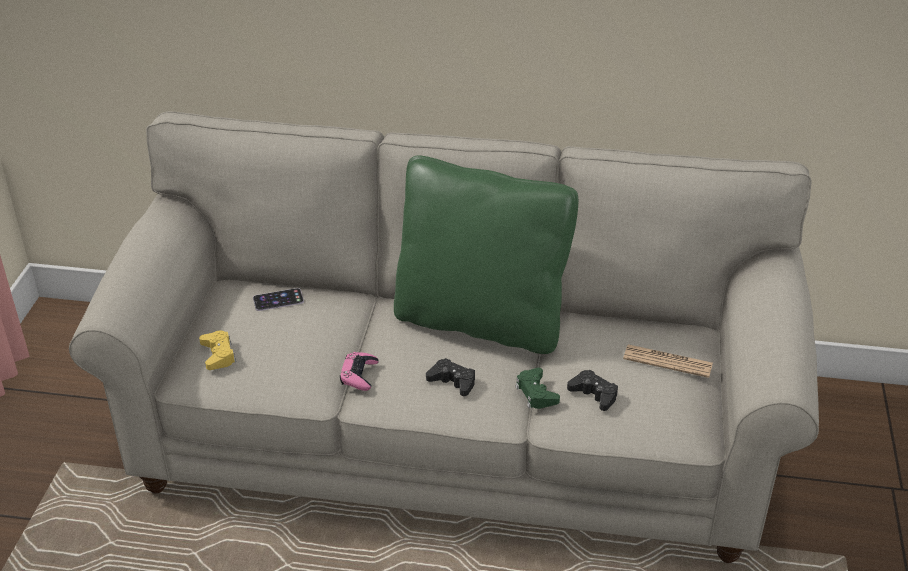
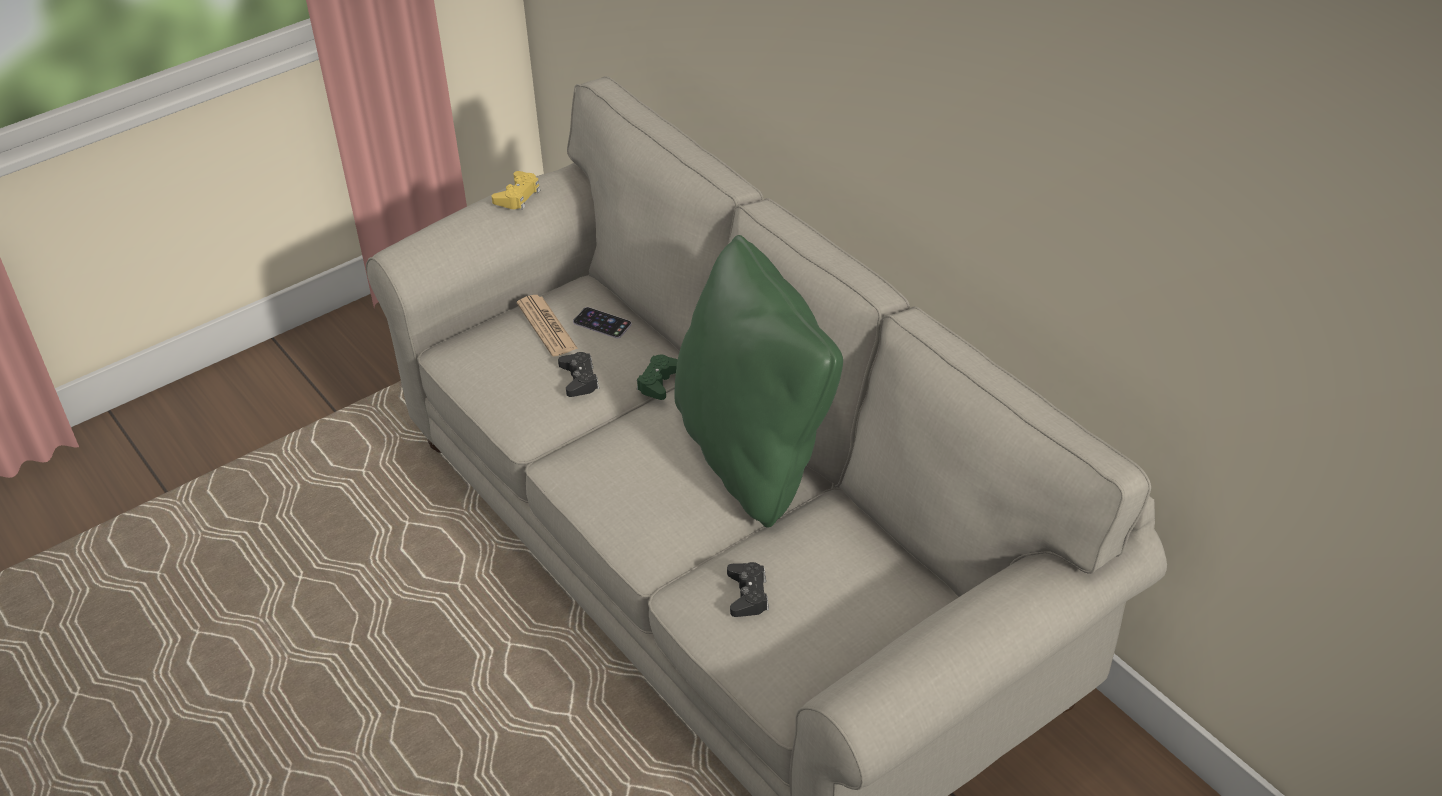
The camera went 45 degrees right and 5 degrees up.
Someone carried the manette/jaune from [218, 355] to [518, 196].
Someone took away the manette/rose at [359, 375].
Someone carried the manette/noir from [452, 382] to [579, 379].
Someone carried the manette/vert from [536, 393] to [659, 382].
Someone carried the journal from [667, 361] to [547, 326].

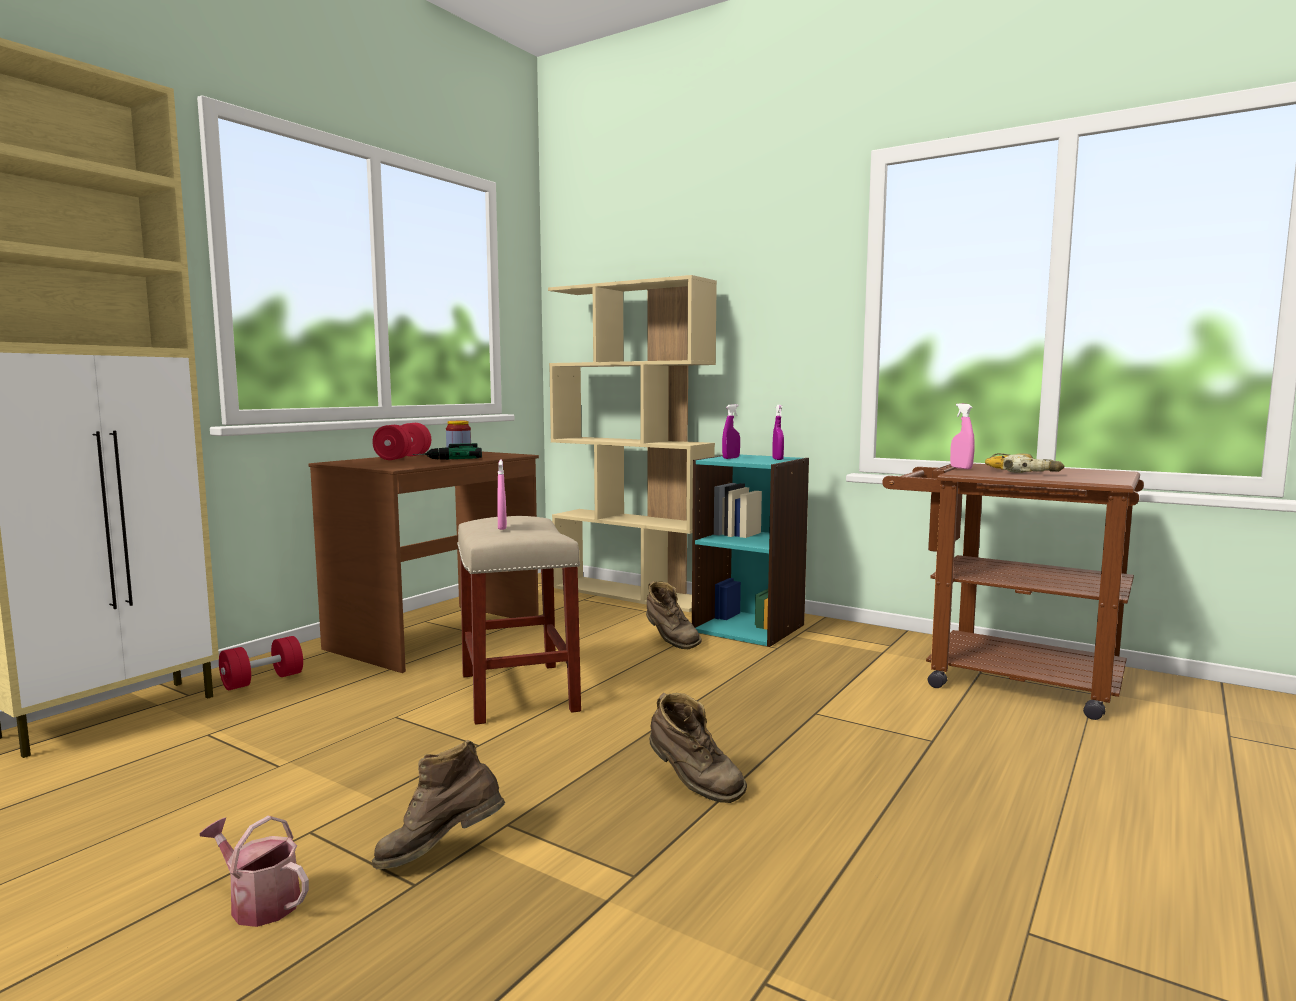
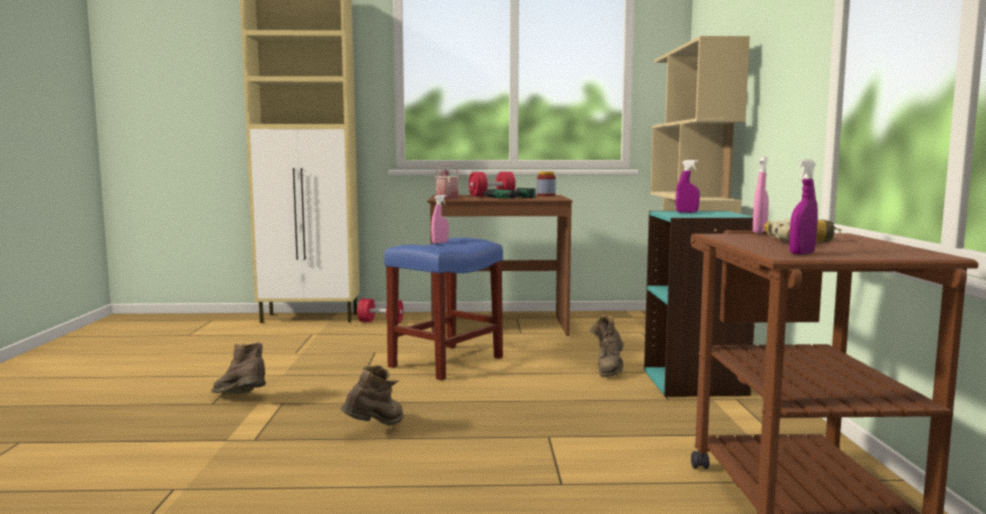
The camera went 55 degrees right and 0 degrees up.
Someone carried the arrosoir from [259, 903] to [446, 198].
Someone repainted the tabouret/beige at [519, 693], which became the tabouret/bleu at [445, 362].
Someone rotated the botte/marron at [693, 785] by 150 degrees counterclockwise.
Someone carried the vaporisateur/violet from [777, 459] to [802, 253].

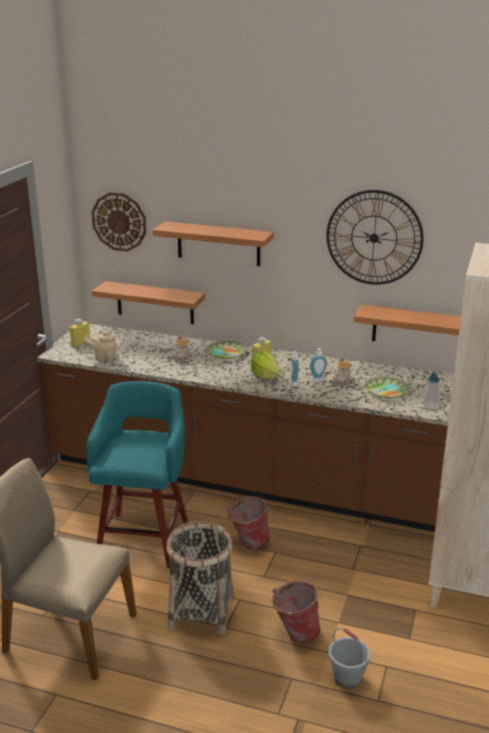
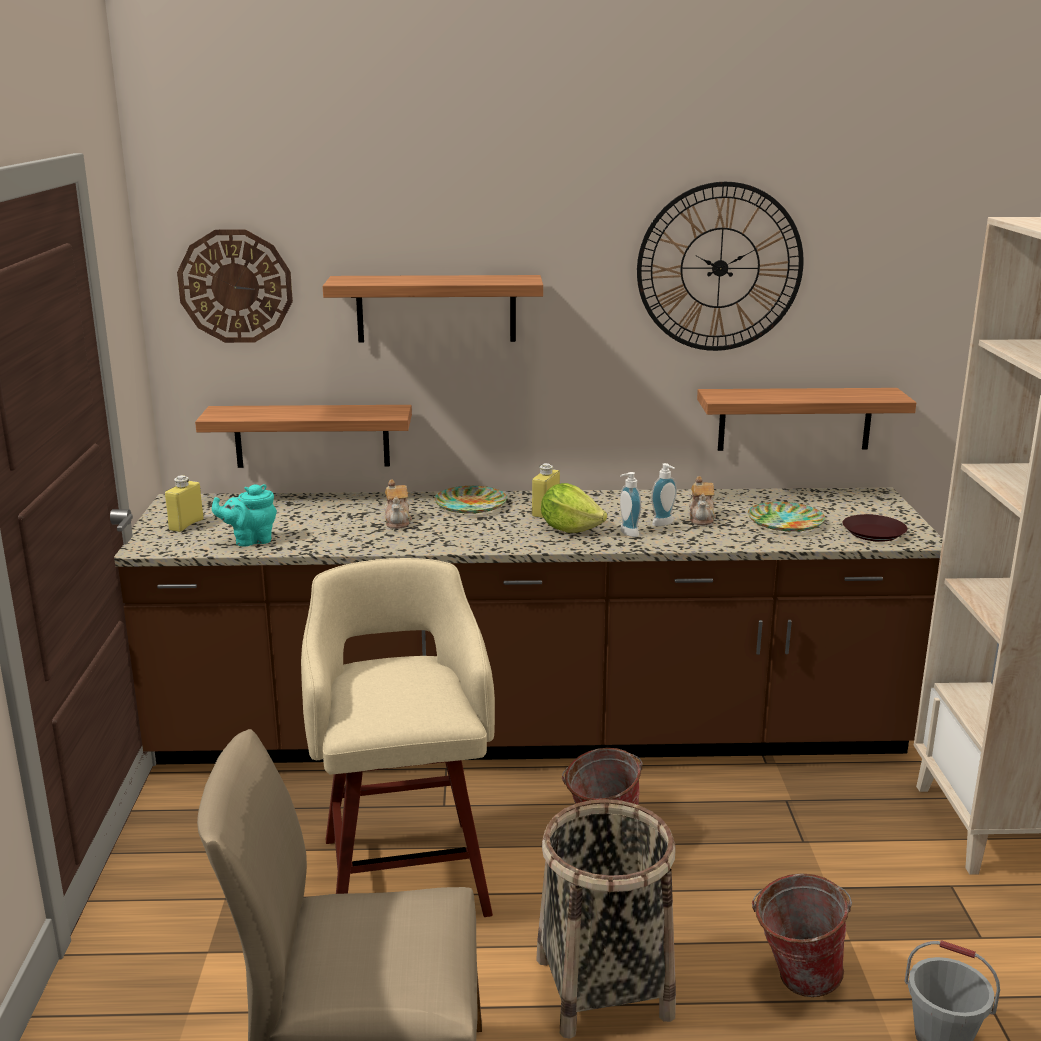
The camera went 20 degrees left and 5 degrees down.
Someone repainted the théière/beige at [103, 357], which became the théière/turquoise at [250, 540].
Someone repainted the tabouret/turquoise at [144, 537], which became the tabouret/beige at [405, 871].
Someone swapped the distributeur de savon at [430, 406] for the assiette/marron at [873, 533].

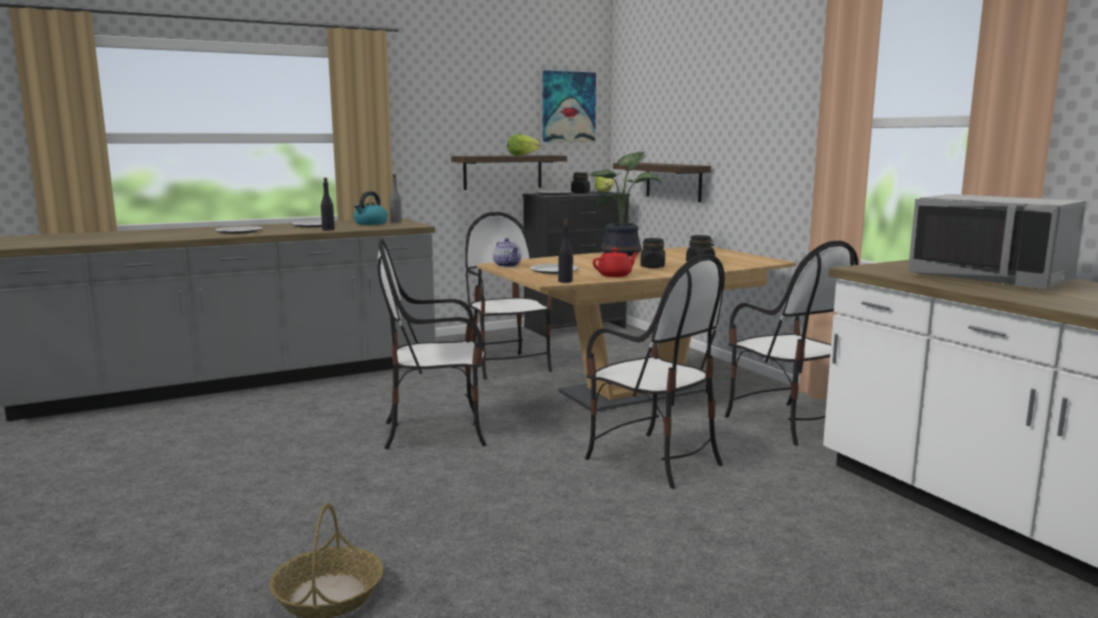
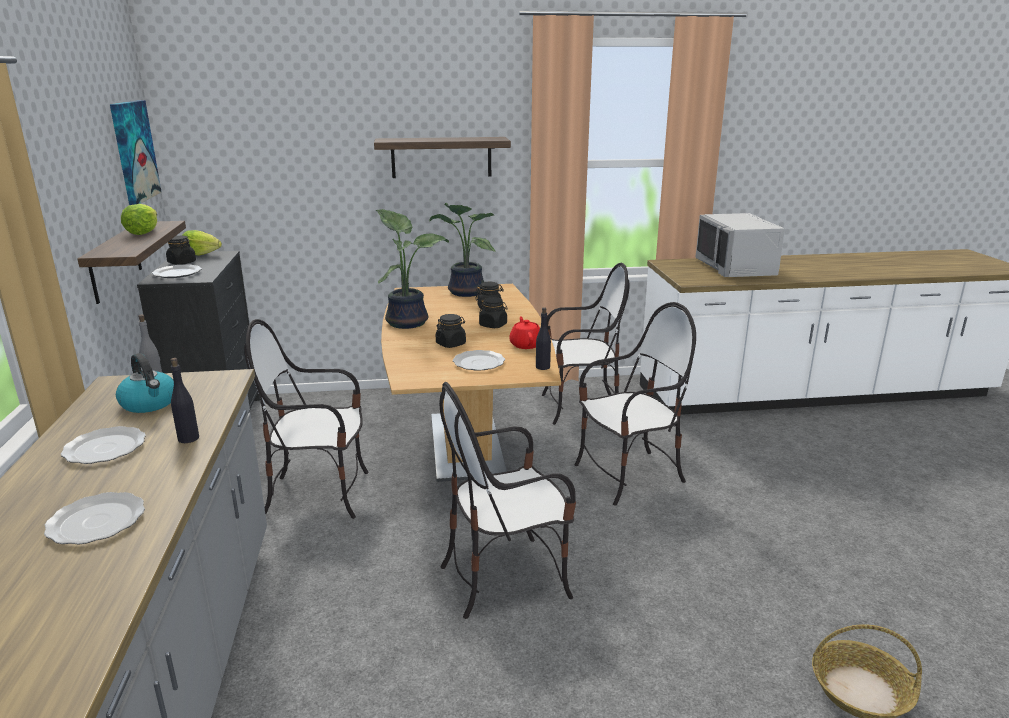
The camera went 70 degrees left and 10 degrees up.
Someone rotated the chaise at [436, 432] by 60 degrees clockwise.
Someone took away the théière at [507, 265].
Someone carried the étagère from [673, 181] to [441, 157].
Someone rotated the micro-ondes/gris at [991, 278] by 105 degrees clockwise.
Someone put down the plante en pot at [464, 292].
Someone put down the bocal/noir at [451, 344].

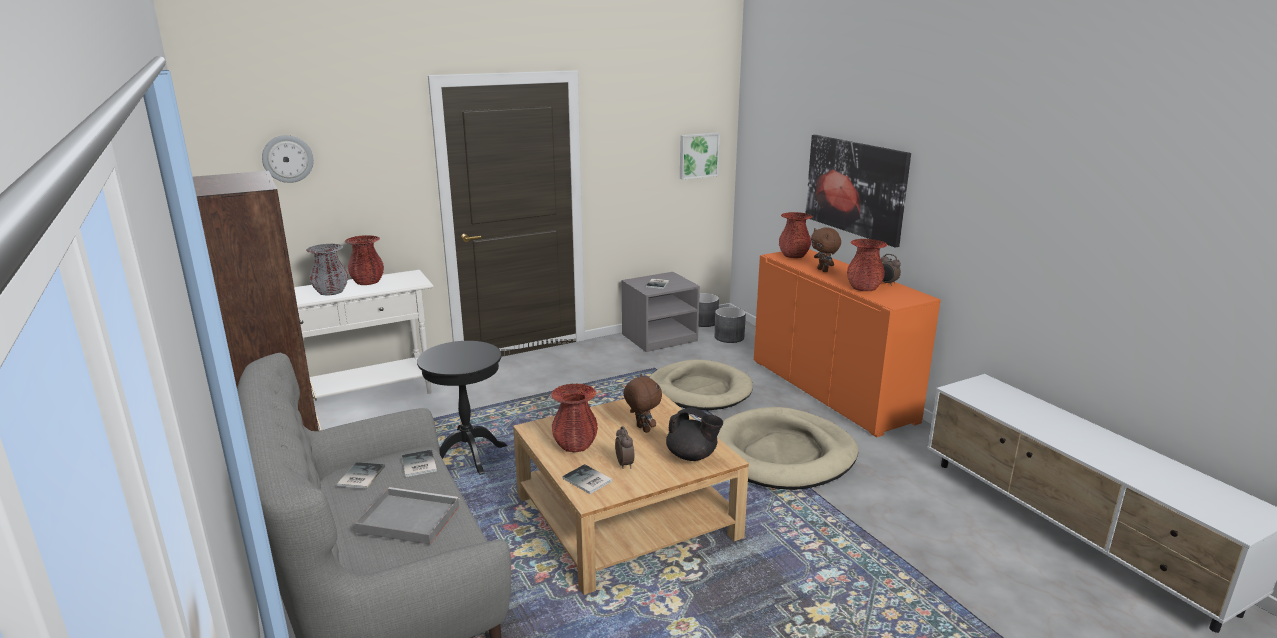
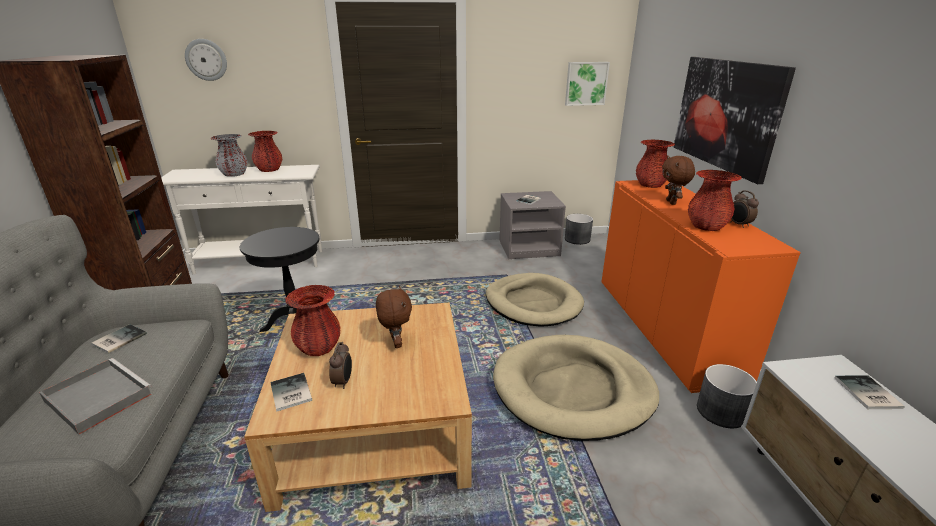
The camera went 20 degrees right and 5 degrees up.
Someone carried the livre from [418, 465] to [867, 394].
Someone took away the théière/noir at [692, 456].
Someone carried the cache-pot/gris from [729, 337] to [720, 411].

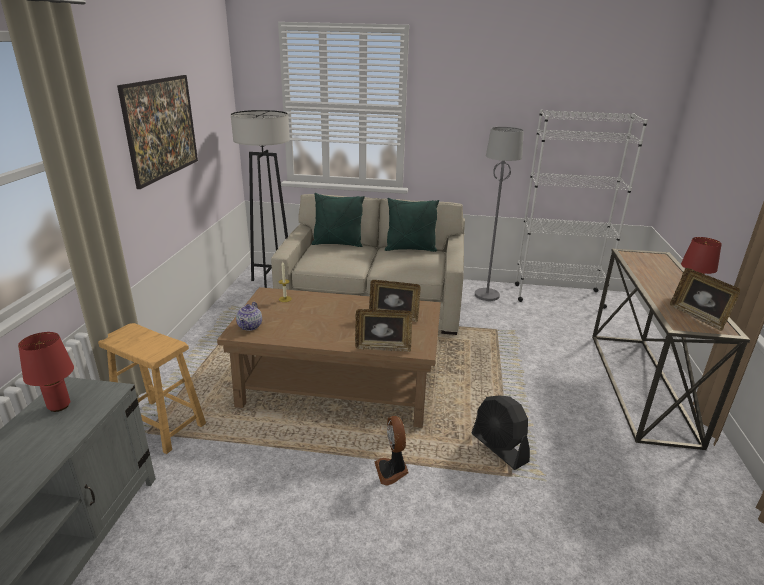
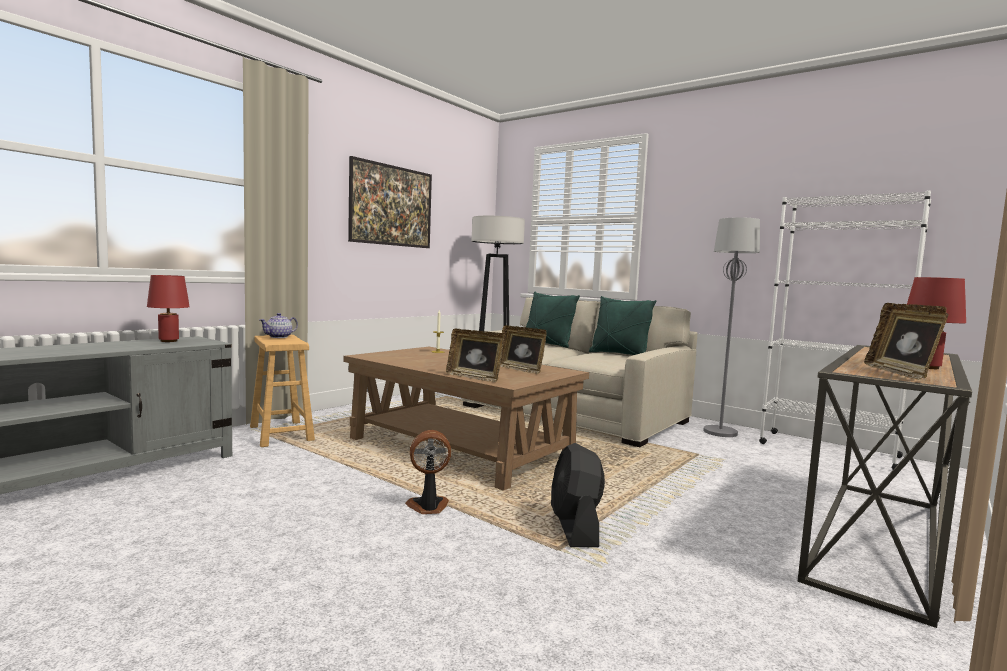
The camera went 30 degrees right and 20 degrees down.
Someone carried the théière from [250, 326] to [279, 337].
Someone rotated the ventilateur at [392, 470] by 60 degrees clockwise.

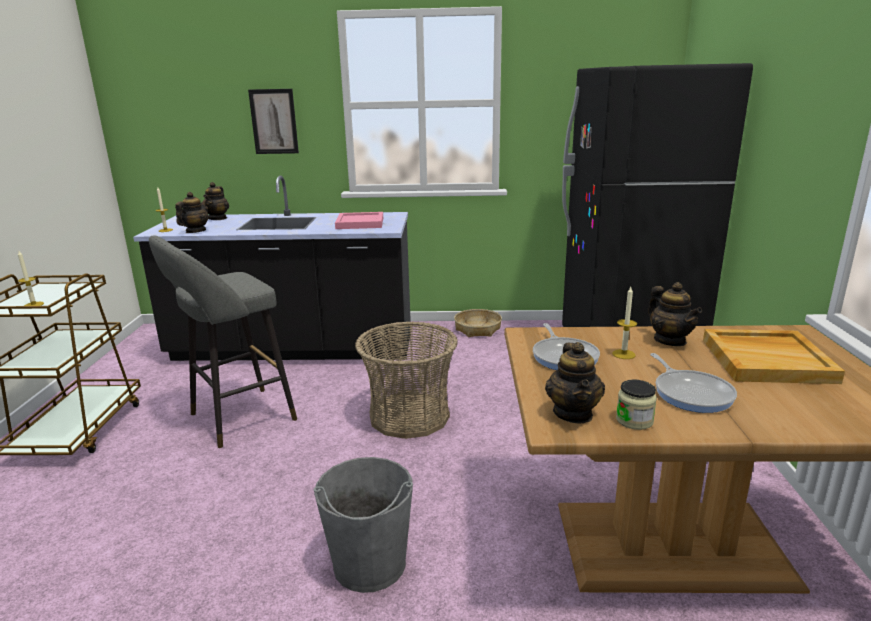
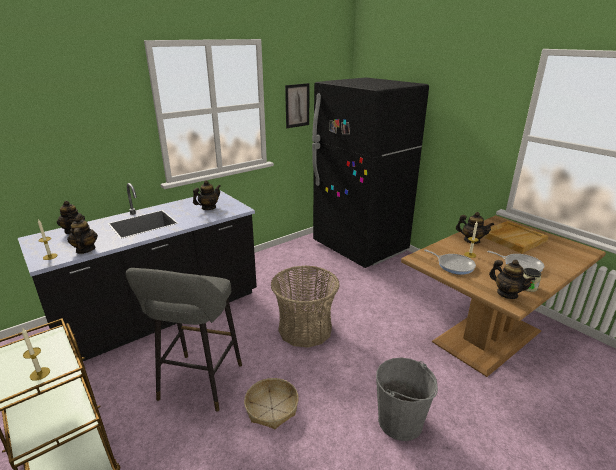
The camera went 40 degrees left and 5 degrees up.
Someone carried the tableau from [274, 121] to [297, 105].
Someone swapped the plateau/rose at [359, 223] for the théière at [208, 208].
Someone carried the panier from [478, 329] to [272, 408].

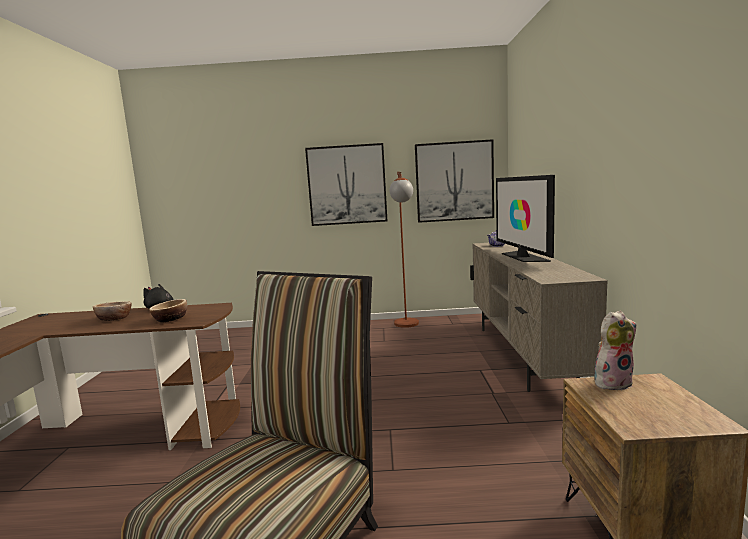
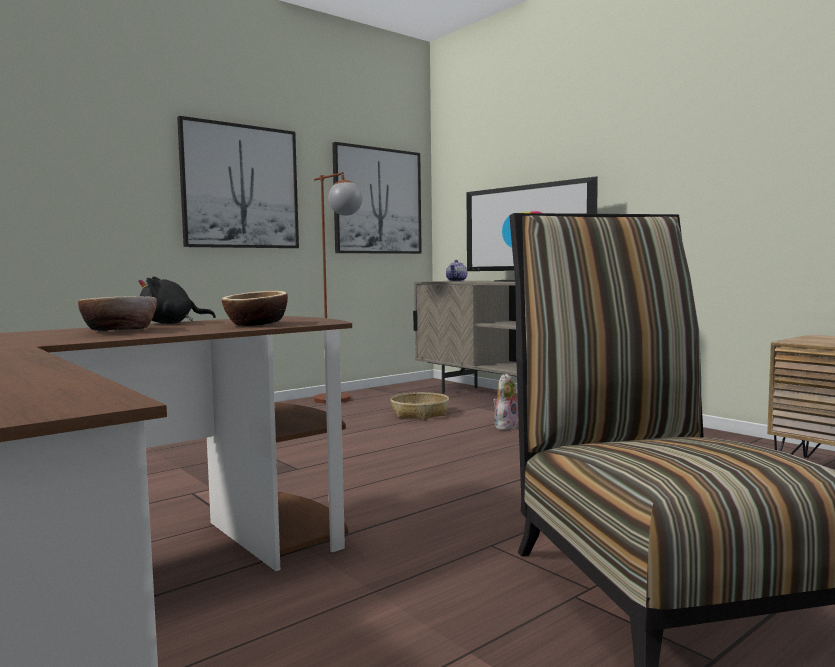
The camera went 40 degrees left and 5 degrees down.
Someone carried the peluche from [612, 382] to [504, 426].
Someone put down the panier at [419, 413].

